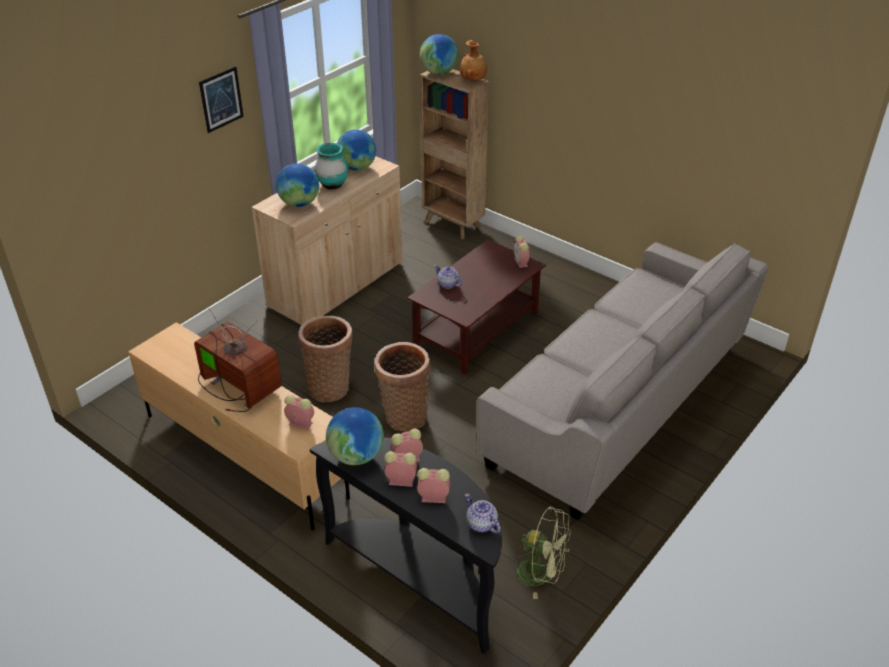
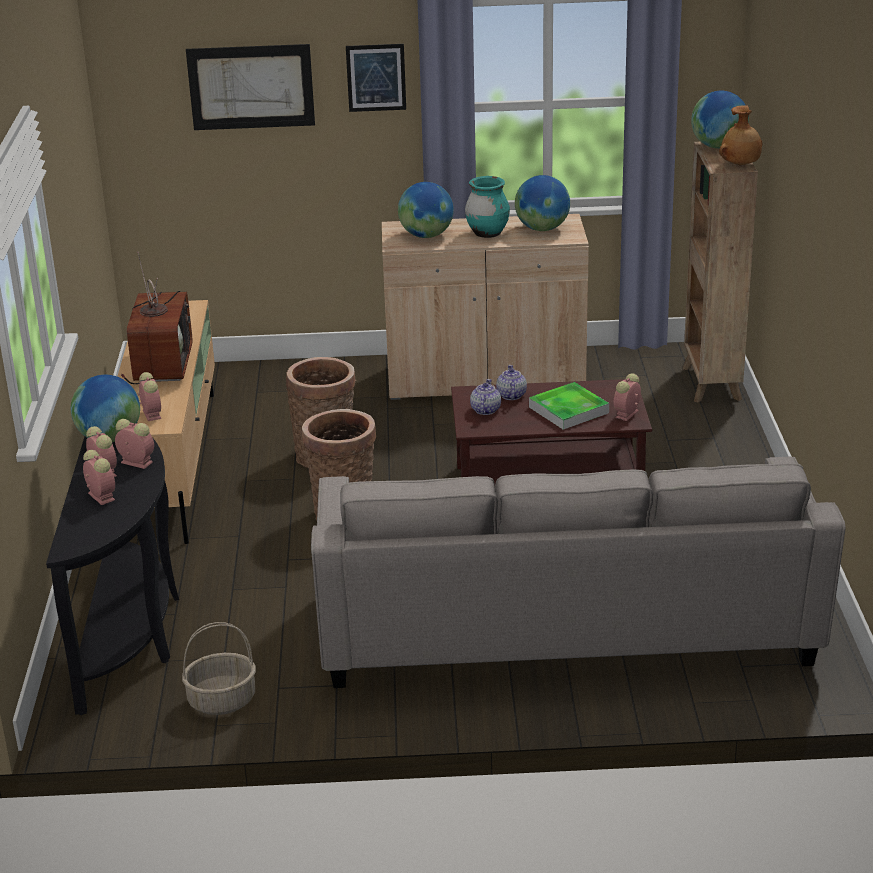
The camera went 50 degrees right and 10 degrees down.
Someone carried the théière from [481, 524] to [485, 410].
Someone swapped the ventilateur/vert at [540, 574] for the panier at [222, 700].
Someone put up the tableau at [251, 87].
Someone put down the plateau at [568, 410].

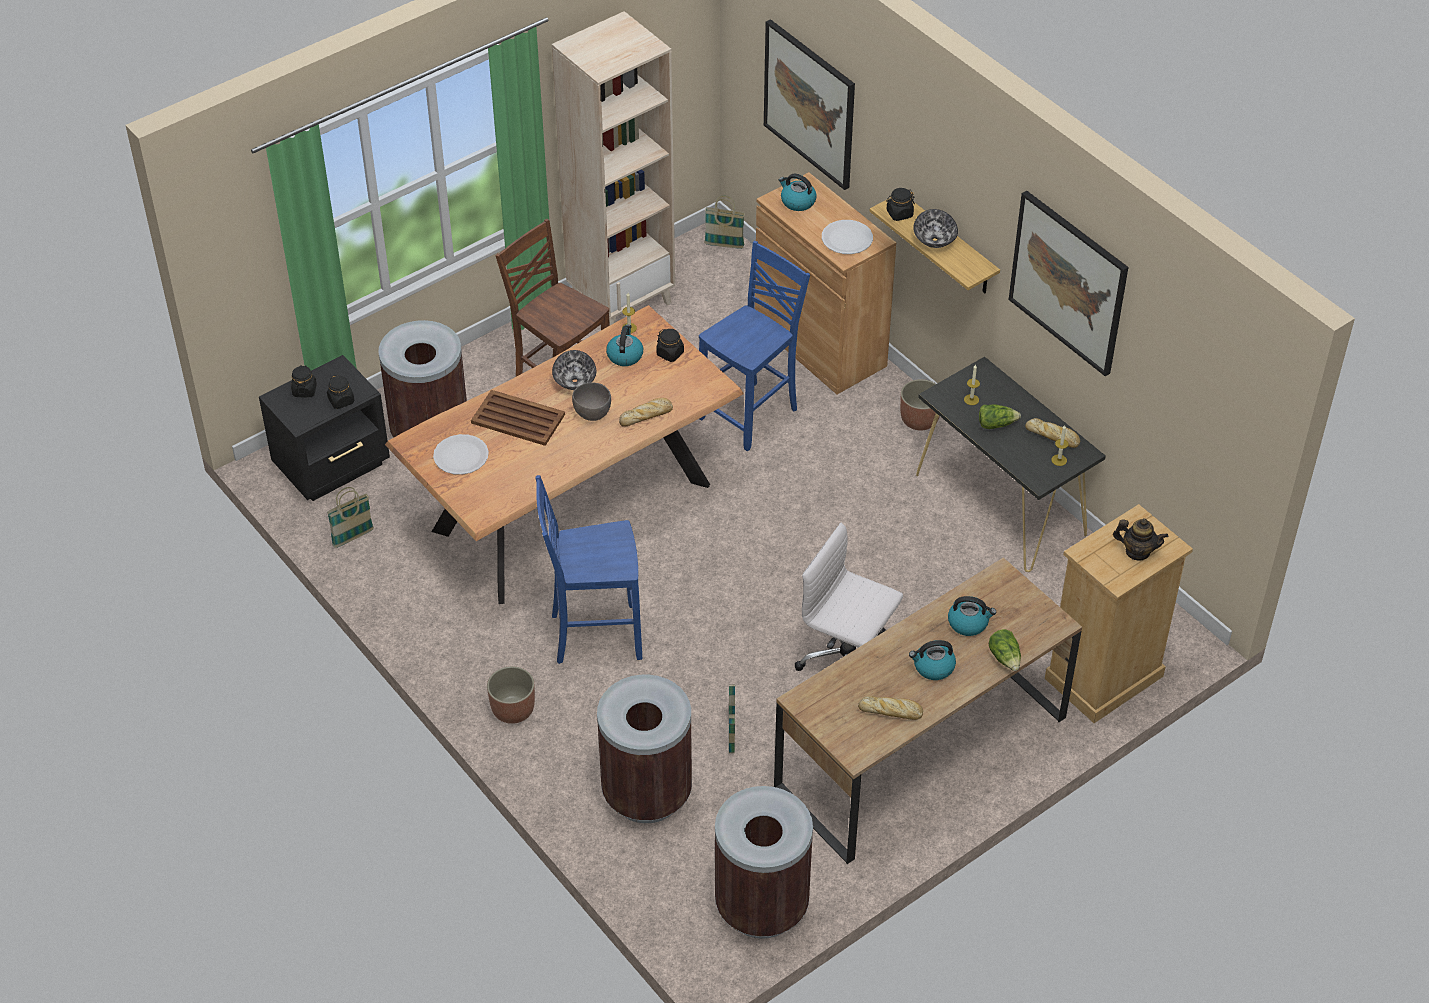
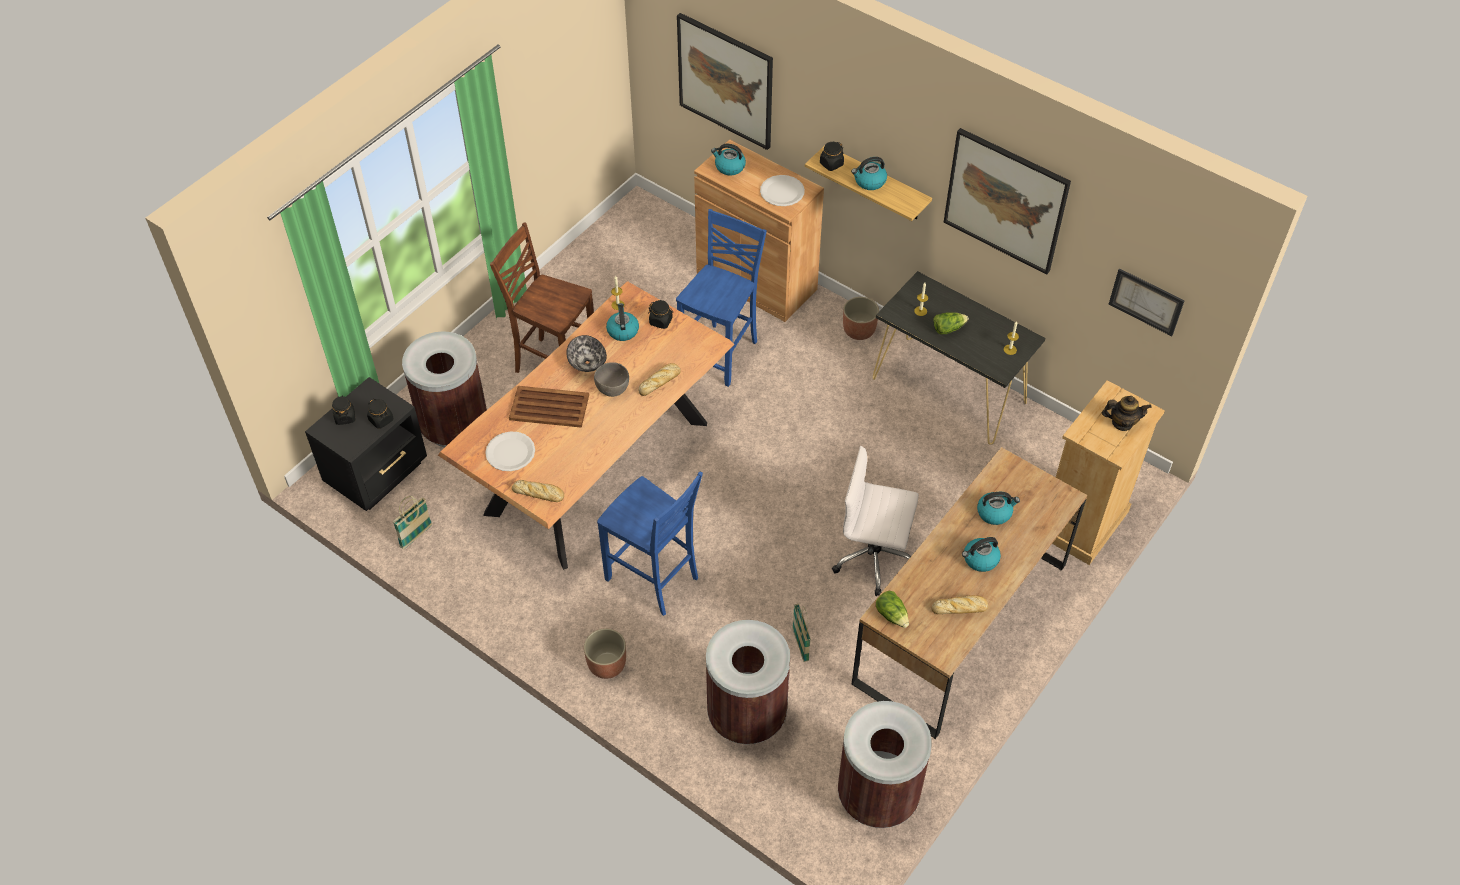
The camera went 15 degrees left and 5 degrees up.
Someone rotated the chaise/bleu at [594, 634] by 120 degrees counterclockwise.
Someone took away the bibliothèque/beige at [621, 301].
Someone took away the panier at [724, 245].
Someone swapped the bol at [935, 240] for the bouilloire at [869, 181].
Someone carried the laitue from [1005, 658] to [892, 615].
Someone carried the pain from [1053, 436] to [539, 493].
Someone put up the tableau at [1146, 301].

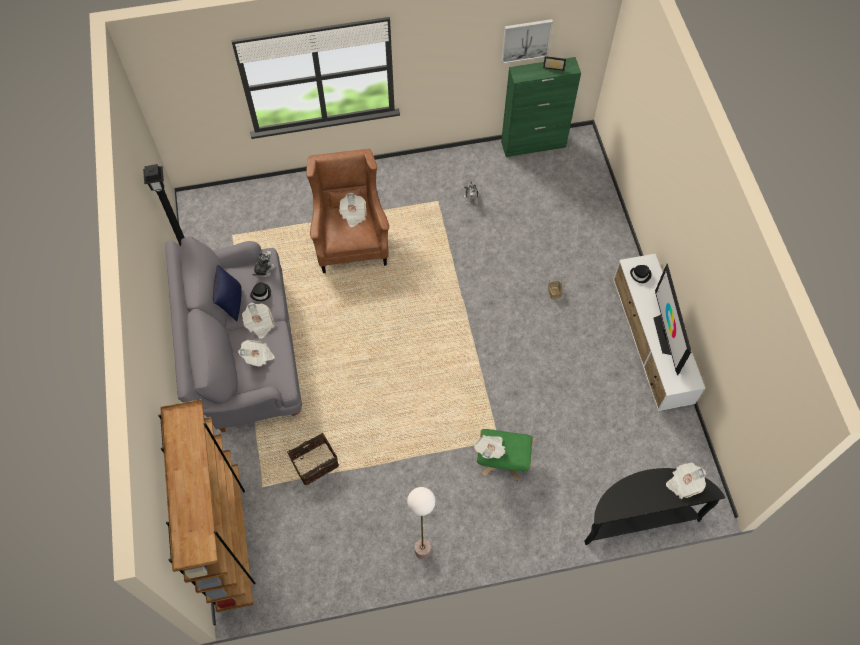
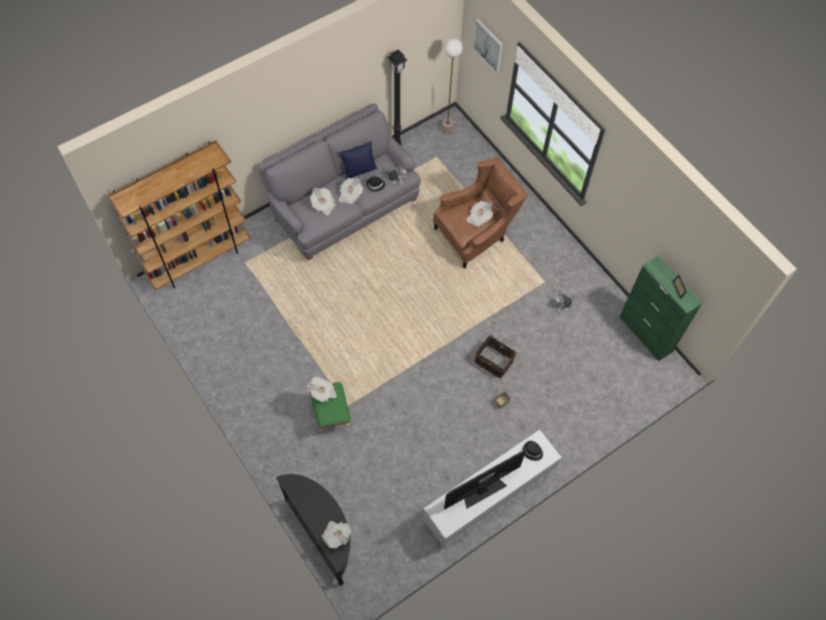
The camera went 65 degrees right and 0 degrees up.
Someone carried the panier from [314, 462] to [494, 360].
Someone carried the lampadaire from [422, 551] to [447, 130].
Someone carried the tableau from [526, 40] to [488, 46].

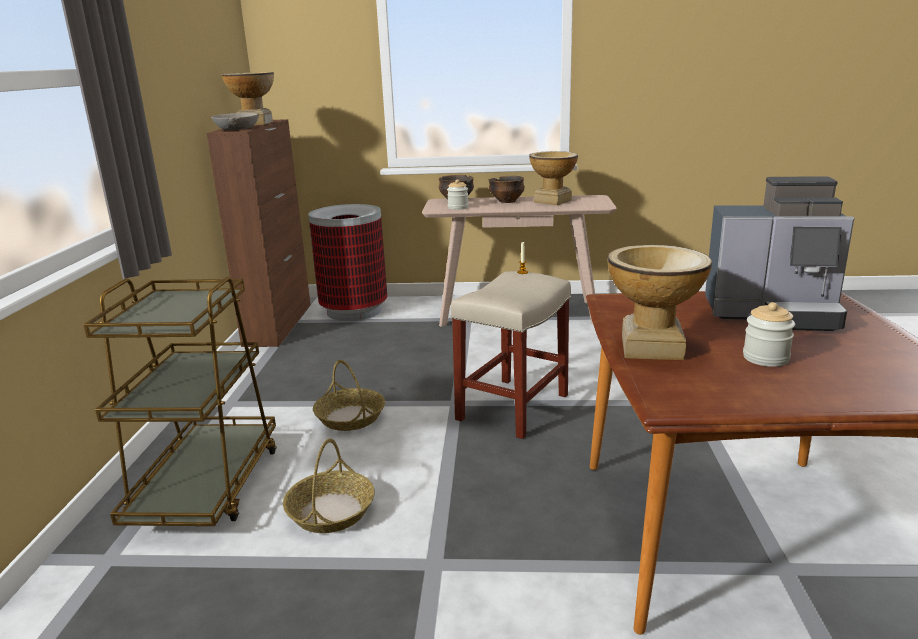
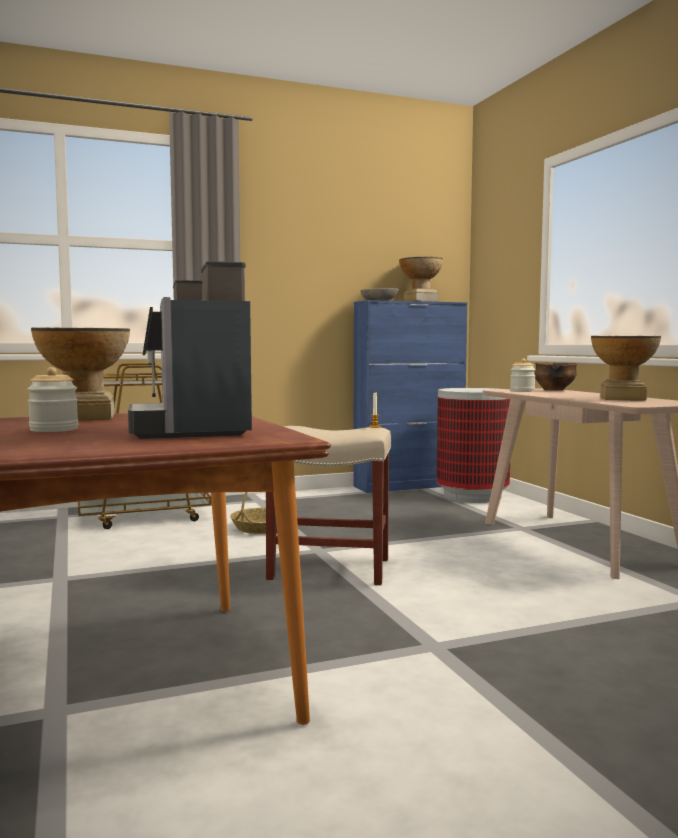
The camera went 65 degrees right and 15 degrees down.
Someone repainted the meuble de rangement/marron at [279, 324], which became the meuble de rangement/bleu at [409, 485].
Someone took away the panier at [330, 511].
Someone took away the bol at [507, 201].

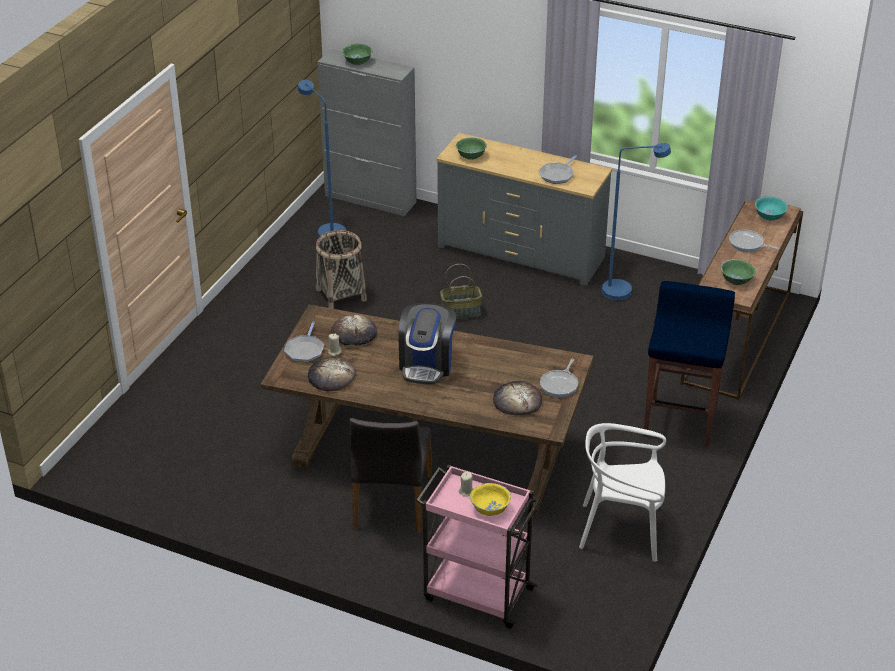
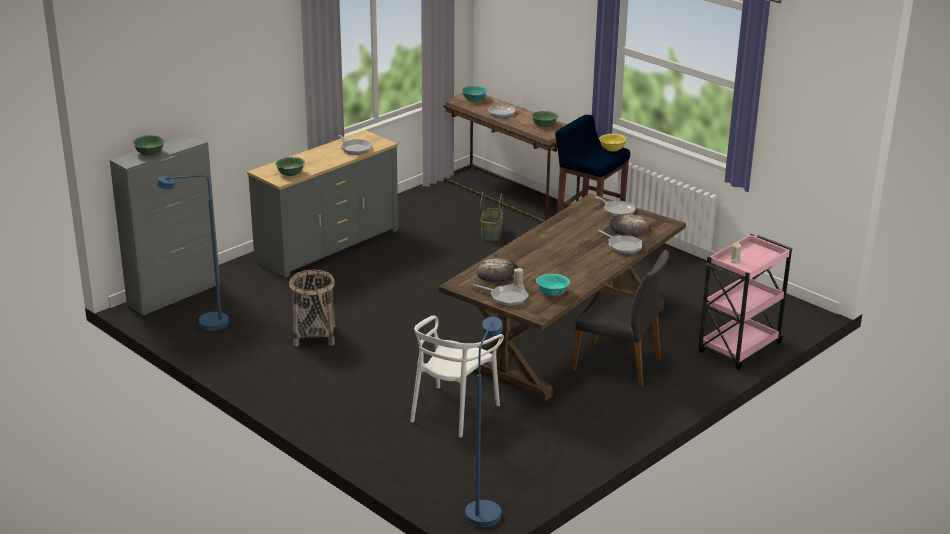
The camera went 70 degrees left and 10 degrees down.
Someone swapped the pain at [331, 376] for the bol/turquoise at [552, 292].
Someone took away the machine à café at [426, 364].
Someone carried the panier from [461, 311] to [491, 233].
Someone carried the bol/jaune from [490, 508] to [612, 149].
Someone carried the chaise/blanc from [621, 530] to [453, 411].
Someone carried the lampadaire/bleu from [625, 290] to [484, 509].
Someone put down the poêle at [623, 246].

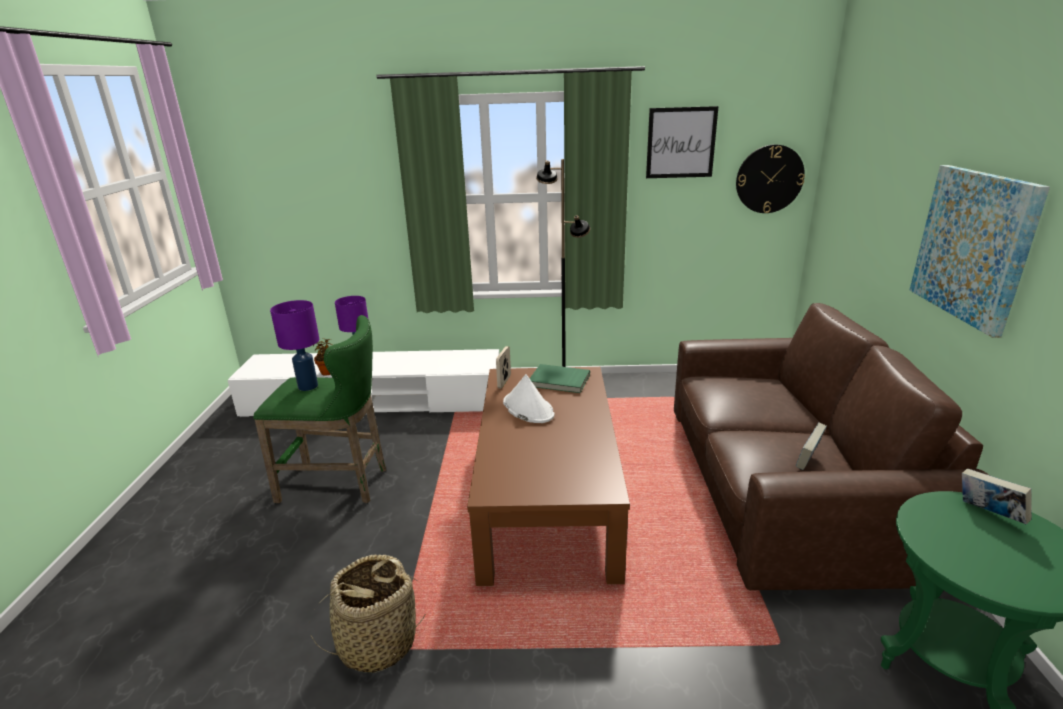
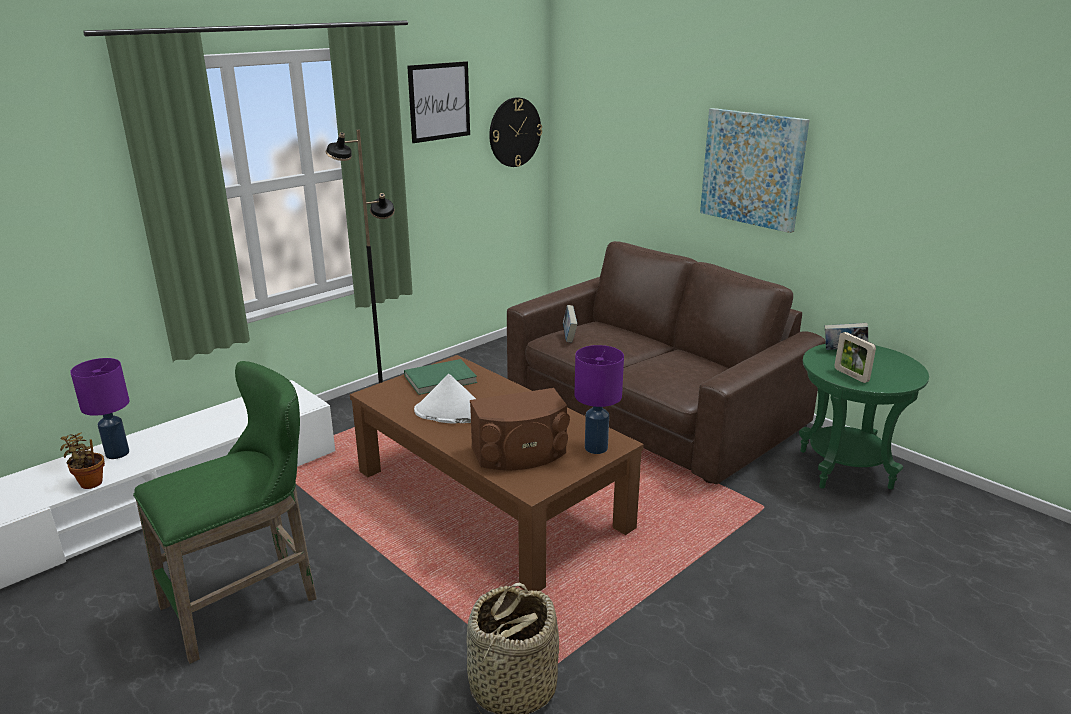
The camera went 45 degrees left and 0 degrees up.
Someone carried the lampe de table/violet from [307, 386] to [596, 448].
Someone carried the cadre photo from [504, 382] to [851, 375].
Someone carried the livre from [808, 461] to [569, 336].
Someone put down the enceinte/marron at [520, 453].

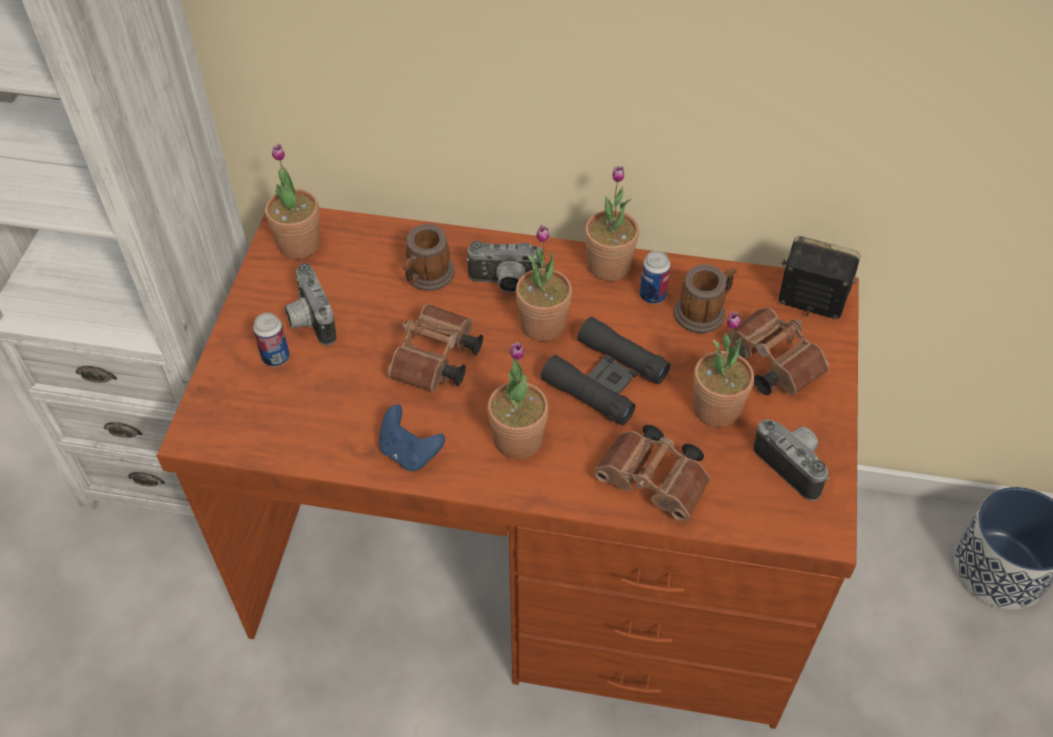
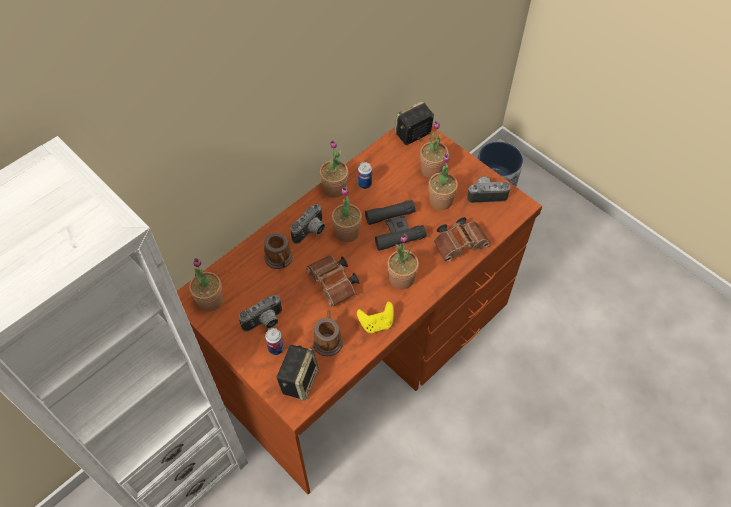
The camera went 55 degrees left and 5 degrees up.
Someone rotated the appareil photo at [309, 321] by 45 degrees counterclockwise.
Someone repainted the manette/bleu at [409, 452], which became the manette/jaune at [376, 323].
Someone carried the mug from [704, 311] to [328, 339].
Someone swapped the jumelles/marron at [767, 363] for the plante en pot at [432, 170].
Someone put down the enceinte at [299, 379].

